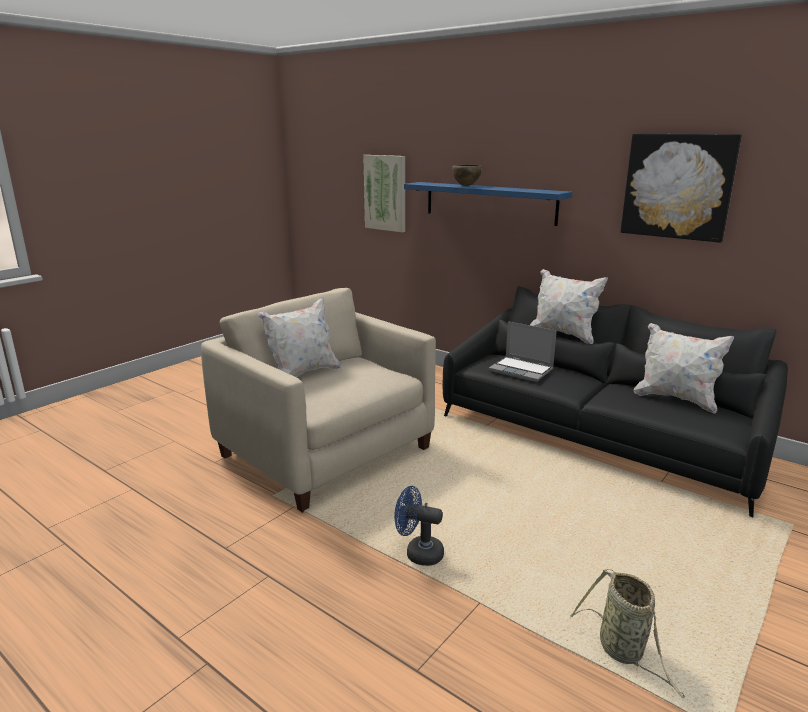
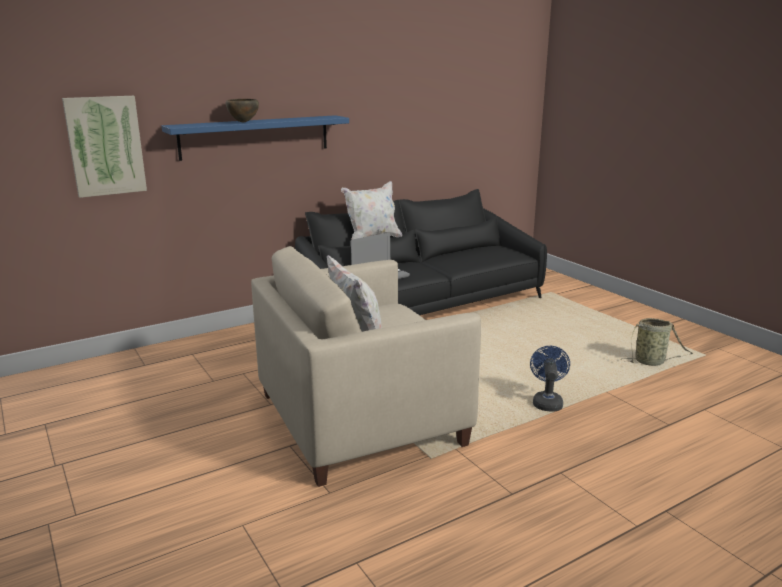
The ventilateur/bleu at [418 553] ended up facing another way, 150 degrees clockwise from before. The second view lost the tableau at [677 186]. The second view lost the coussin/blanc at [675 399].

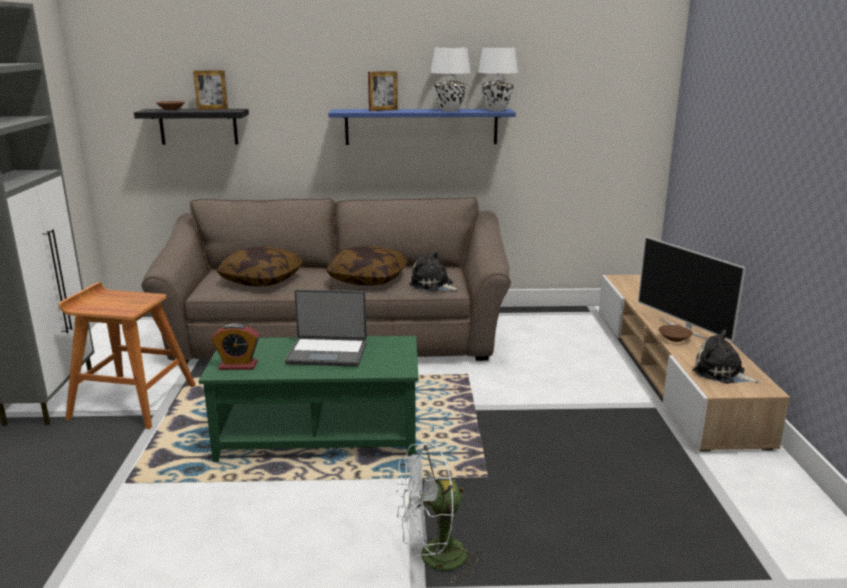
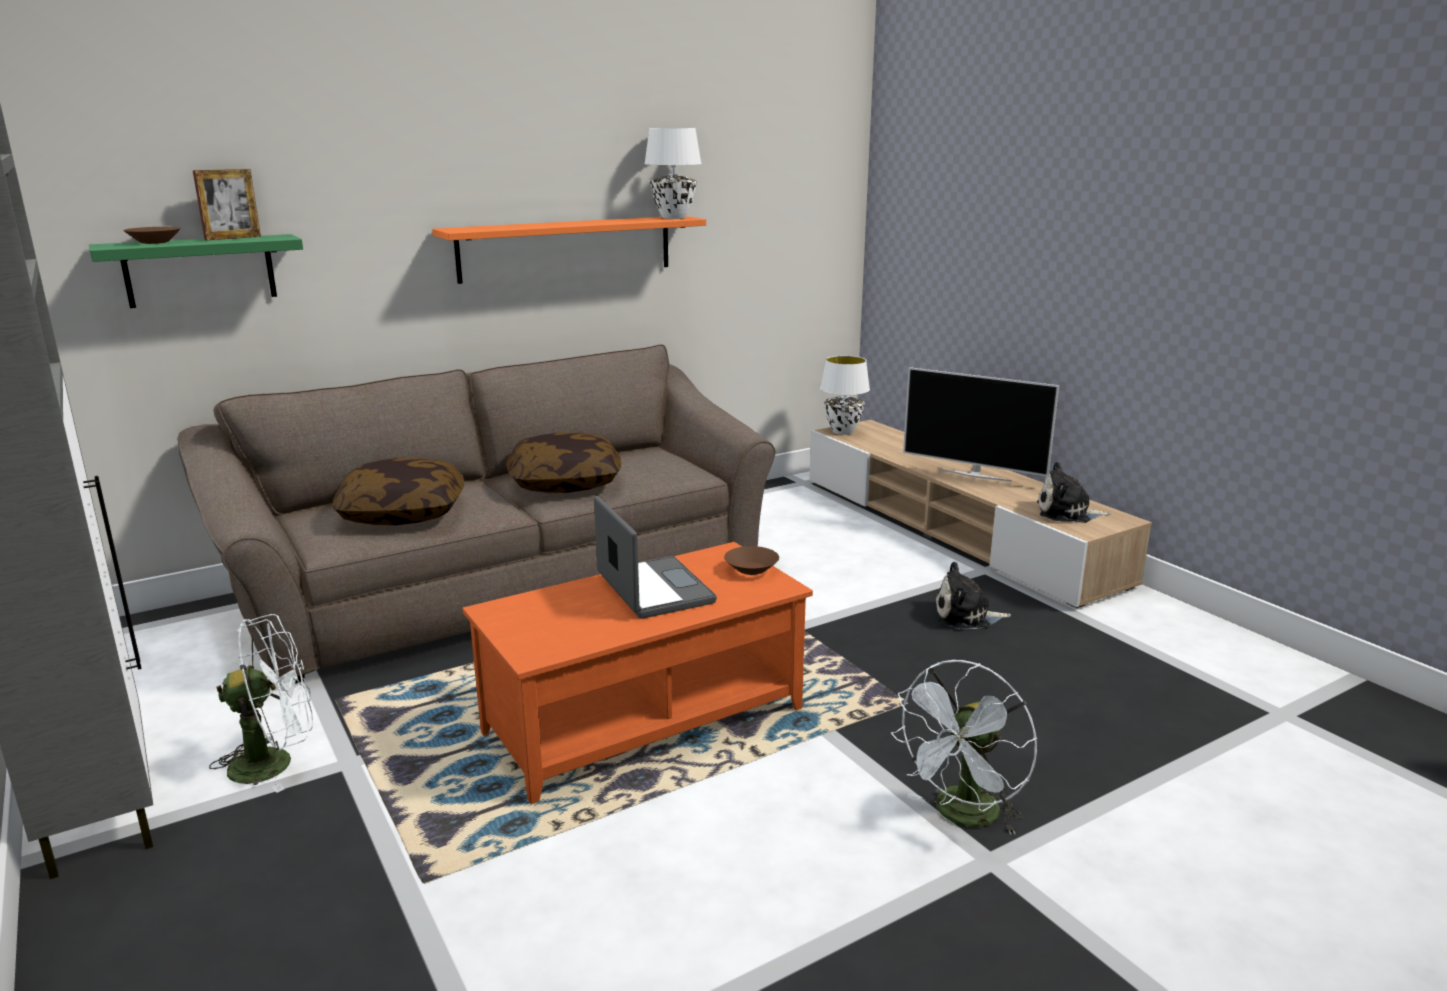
What was the étagère/noir at [198 126] turned into the étagère/vert at [200 270]. Where the tabouret/marron stood at [132 401], the ventilateur/blanc came to stand at [275 762]. What was the étagère/bleu at [421 126] turned into the étagère/orange at [567 248]. What was the table basse/vert at [320 435] turned into the table basse/orange at [644 719]. The ordinateur portable at [327 353] ended up facing another way, 90 degrees counterclockwise from before. The bol/marron ended up elsewhere, having gone from [674 339] to [752 570]. The lampe de table/blanc ended up elsewhere, having gone from [450 110] to [843 432]. The peluche ended up elsewhere, having gone from [433 285] to [966 616]. The second view lost the réveil at [238 365]. The second view lost the cadre photo at [383 110].

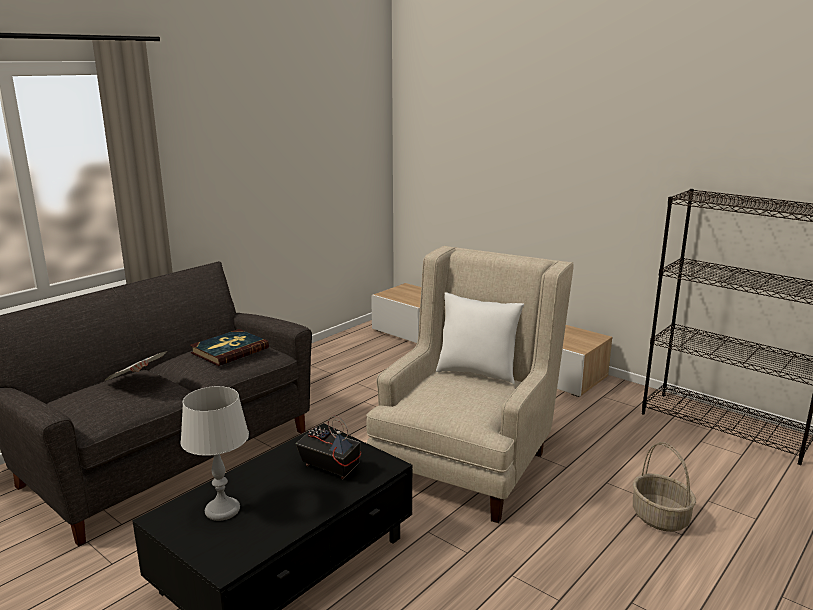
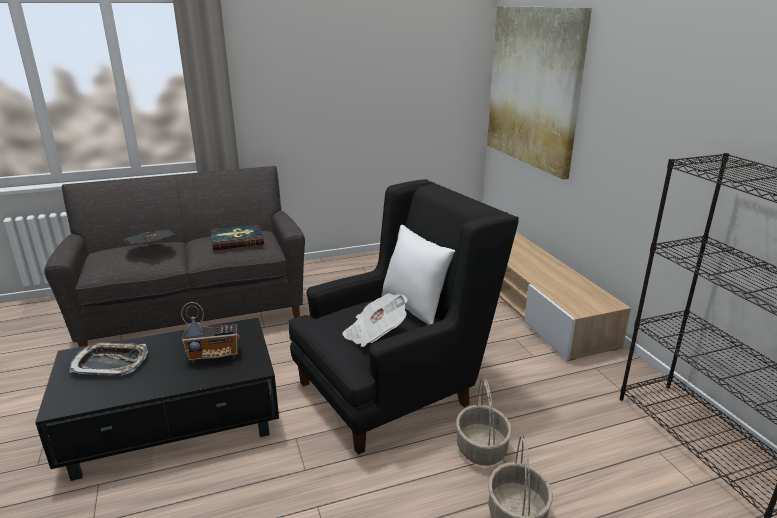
Where the lampe de table/gris stood at [222 510], the plateau came to stand at [111 363]. The radio at [330 468] ended up facing another way, 105 degrees clockwise from before. What was the fauteuil/beige at [468 461] turned into the fauteuil/noir at [395 388]. The second view gained the journal at [375 334]. The second view gained the panier at [482 449]. The second view gained the tableau at [533 87].

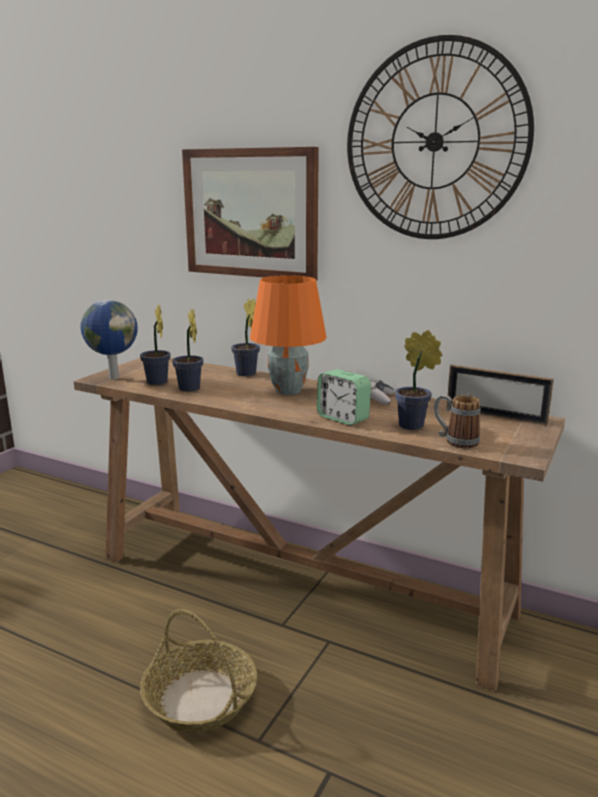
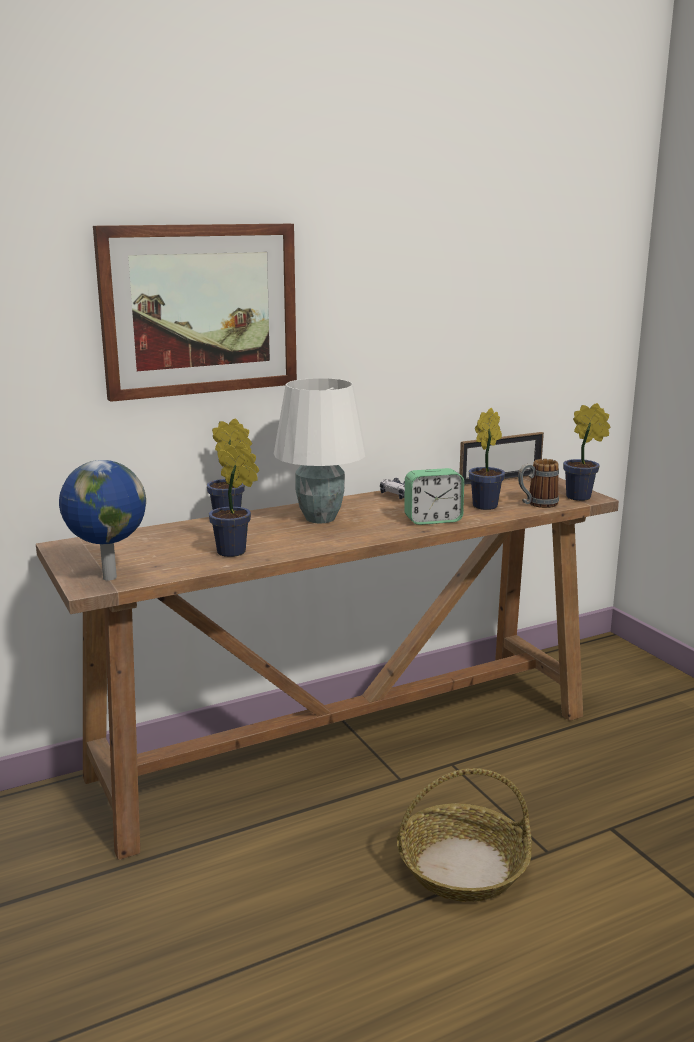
What was the lampe de table/orange at [288 391] turned into the lampe de table/blanc at [321 519]. The plante en pot ended up elsewhere, having gone from [157 383] to [582 497]. The second view lost the horloge murale at [434 142].

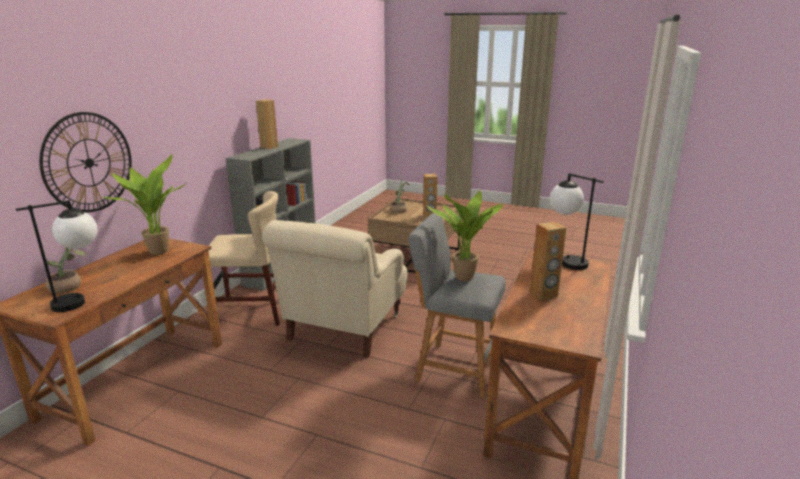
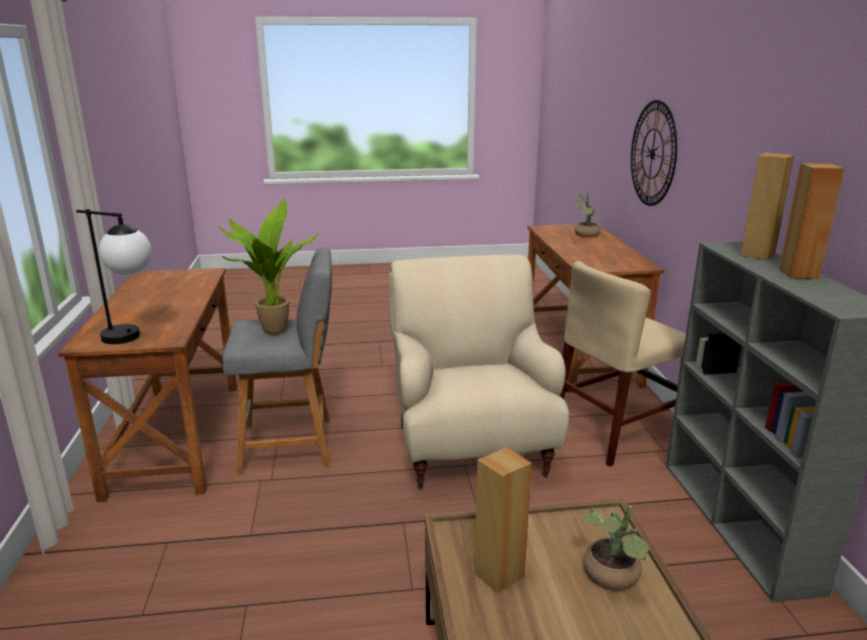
The enceinte/marron ended up elsewhere, having gone from [544 294] to [757 255]. The second view lost the lampe de table at [82 301]. The second view lost the plante en pot at [157 251].

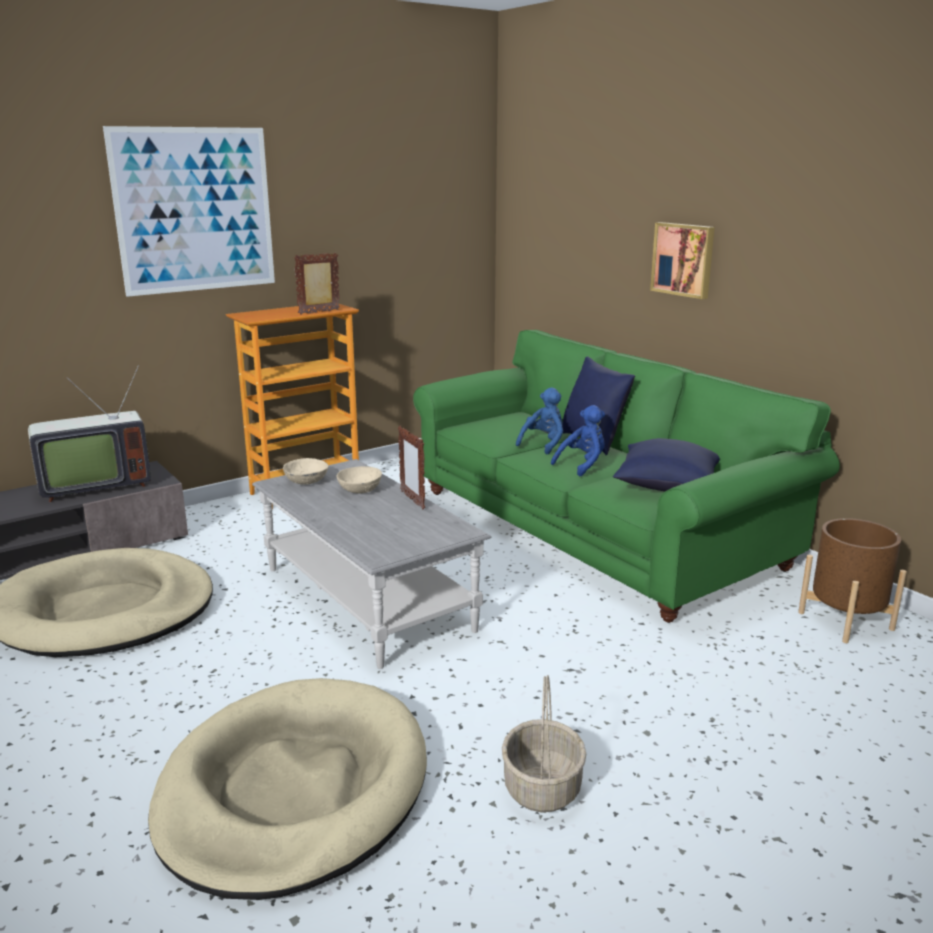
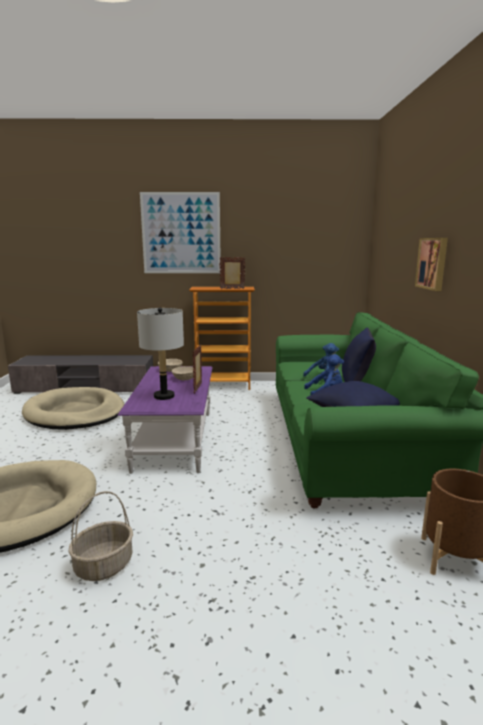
What was the table basse/gris at [367 598] turned into the table basse/violet at [174 440]. The second view gained the lampe de table/gris at [164 396]. The second view lost the téléviseur at [93 486].

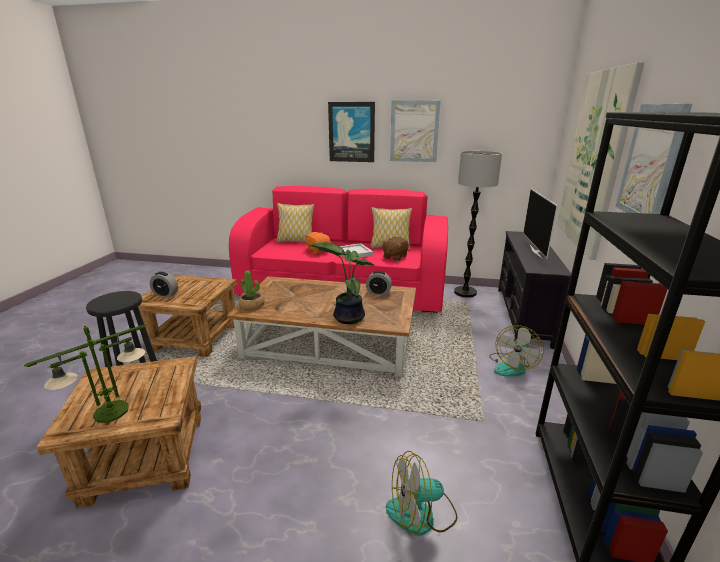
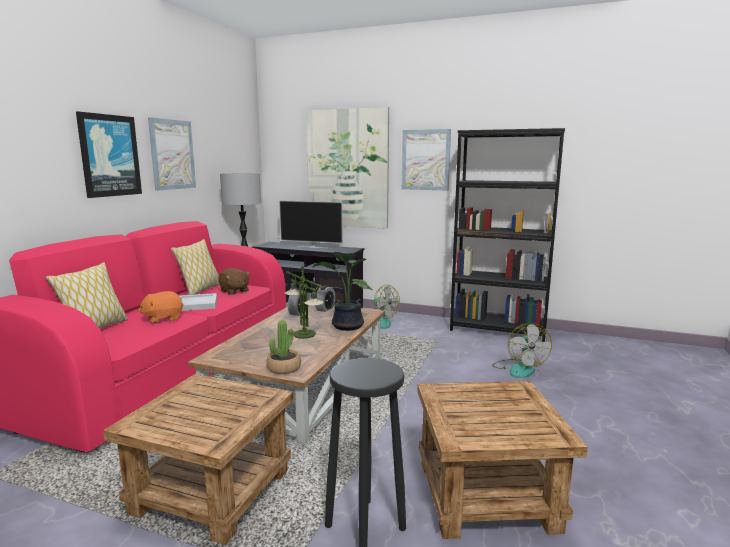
The lampe de table ended up elsewhere, having gone from [112 411] to [304 334]. The réveil ended up elsewhere, having gone from [165 294] to [325 309].

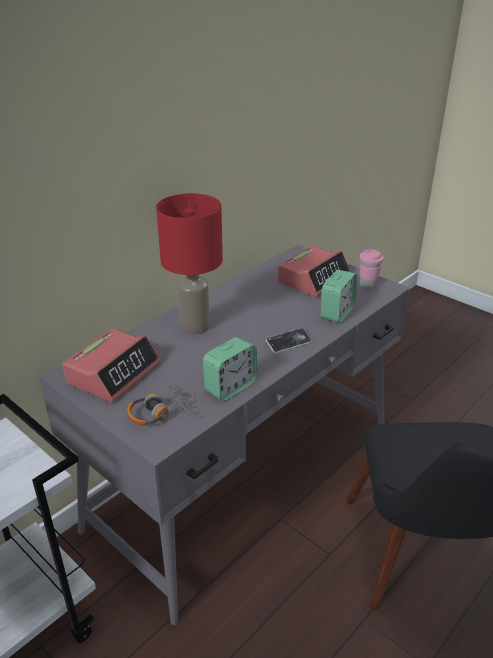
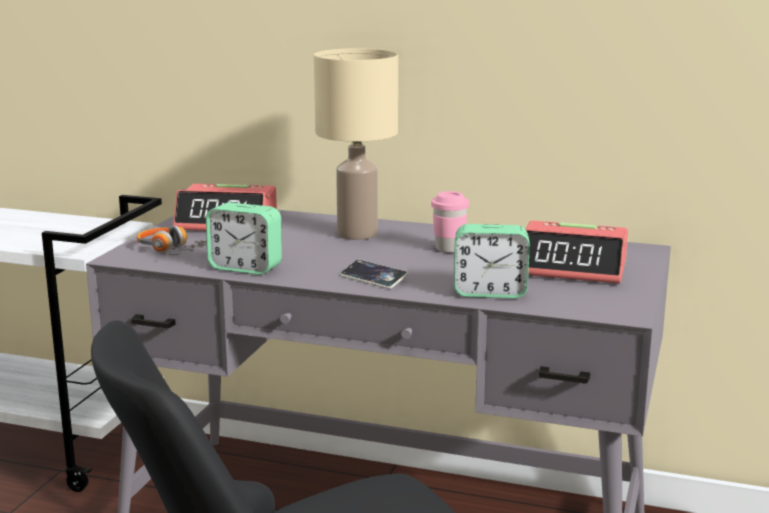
What was the lampe de table/rouge at [196 326] turned into the lampe de table/beige at [358 234]. The tasse/rose ended up elsewhere, having gone from [368 284] to [449 249].

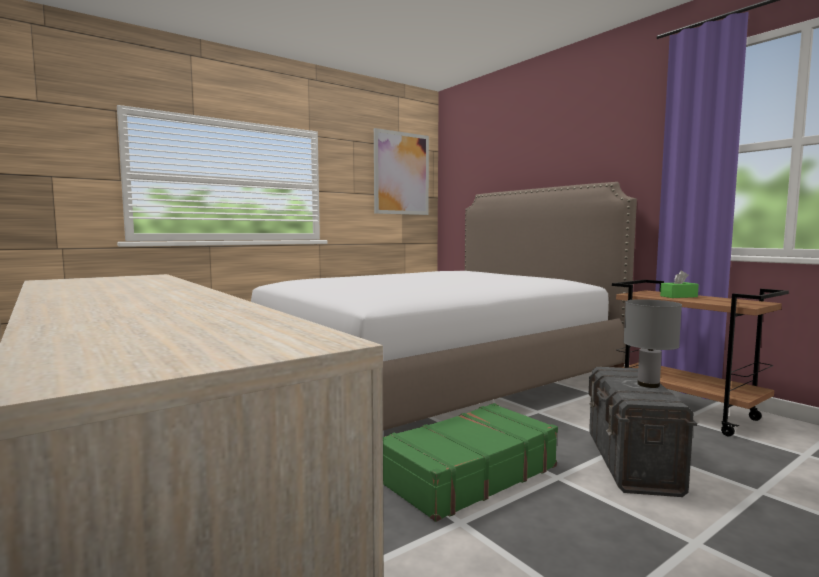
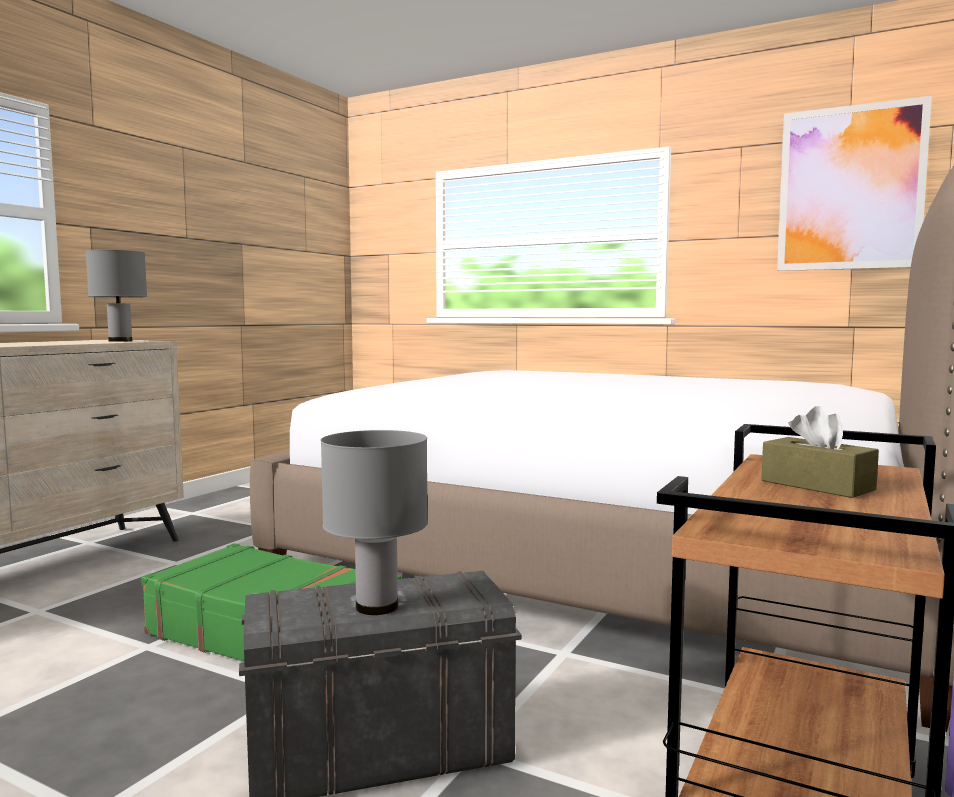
The second view gained the lampe de table/gris at [121 341]. What was the boîte à mouchoirs/vert at [678 296] turned into the boîte à mouchoirs/marron at [817 485].

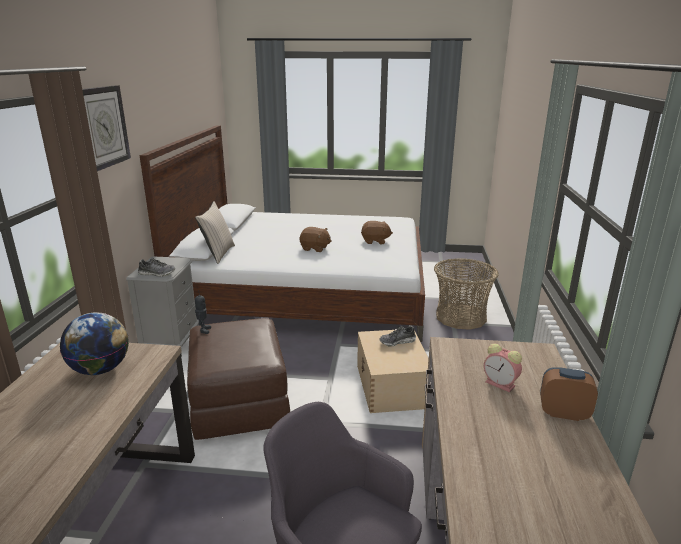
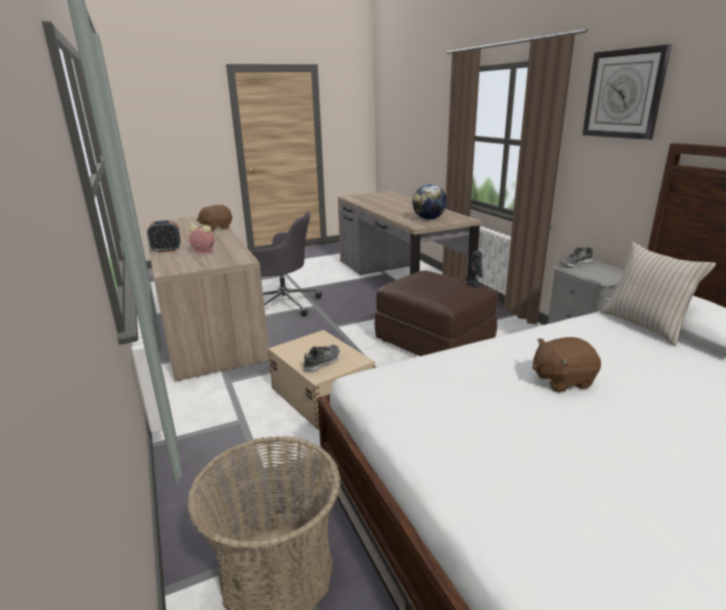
The peluche/marron ended up elsewhere, having gone from [375 241] to [217 228].

